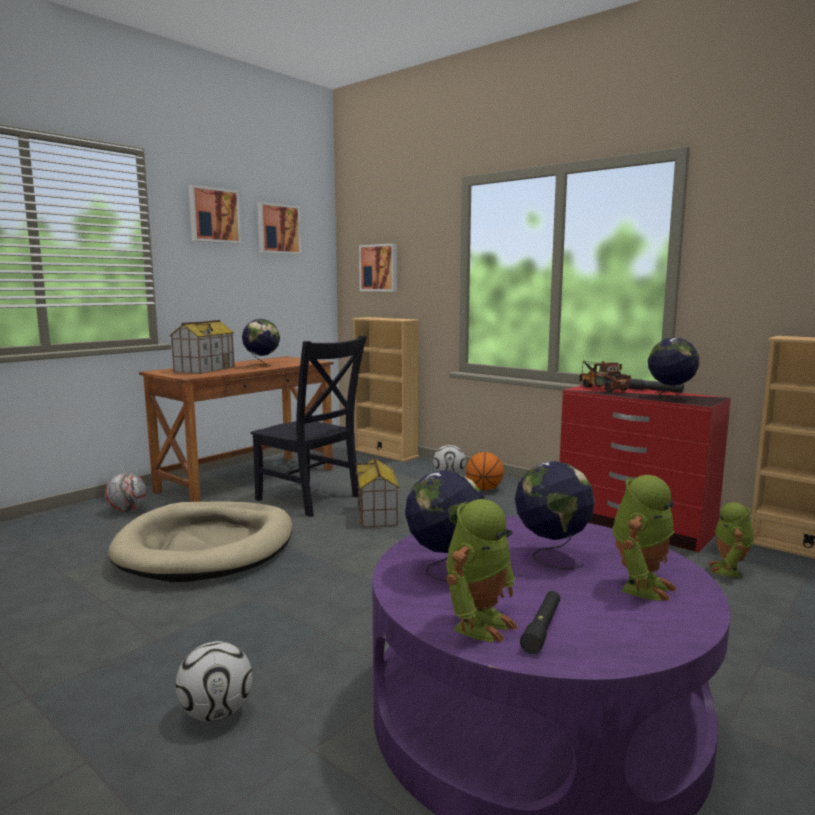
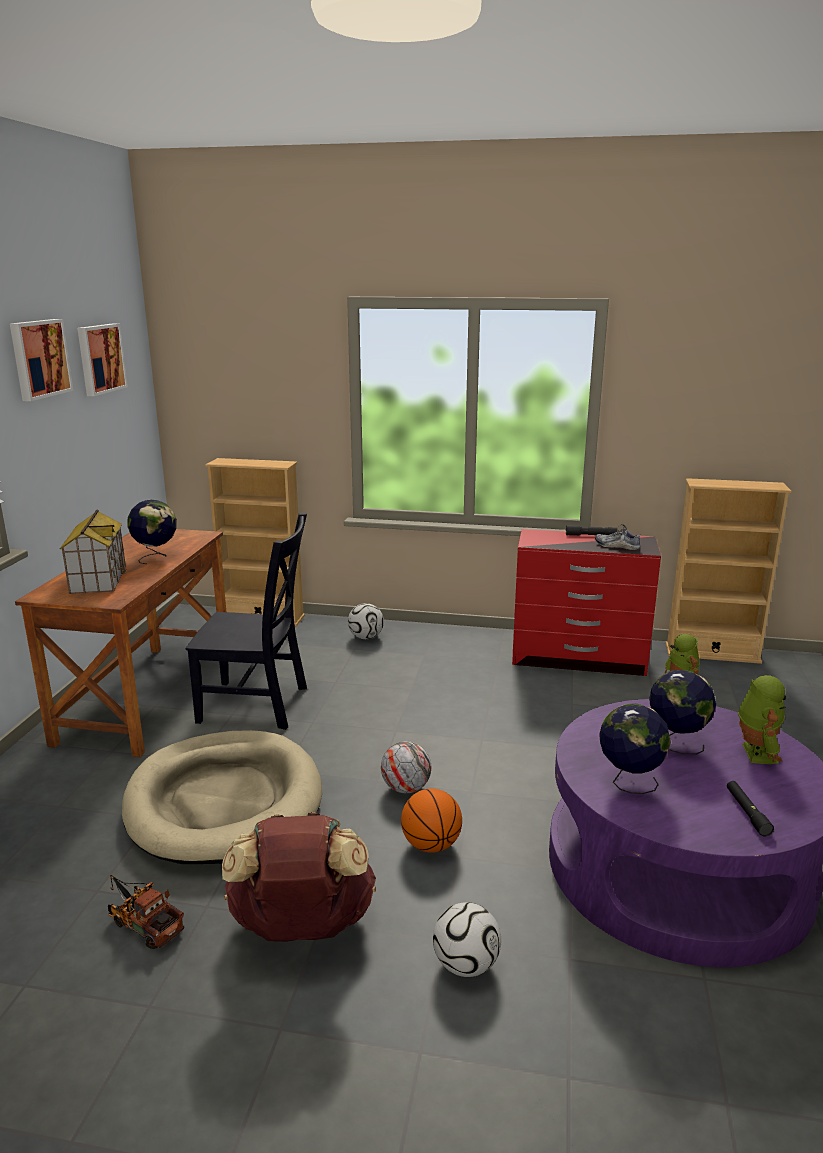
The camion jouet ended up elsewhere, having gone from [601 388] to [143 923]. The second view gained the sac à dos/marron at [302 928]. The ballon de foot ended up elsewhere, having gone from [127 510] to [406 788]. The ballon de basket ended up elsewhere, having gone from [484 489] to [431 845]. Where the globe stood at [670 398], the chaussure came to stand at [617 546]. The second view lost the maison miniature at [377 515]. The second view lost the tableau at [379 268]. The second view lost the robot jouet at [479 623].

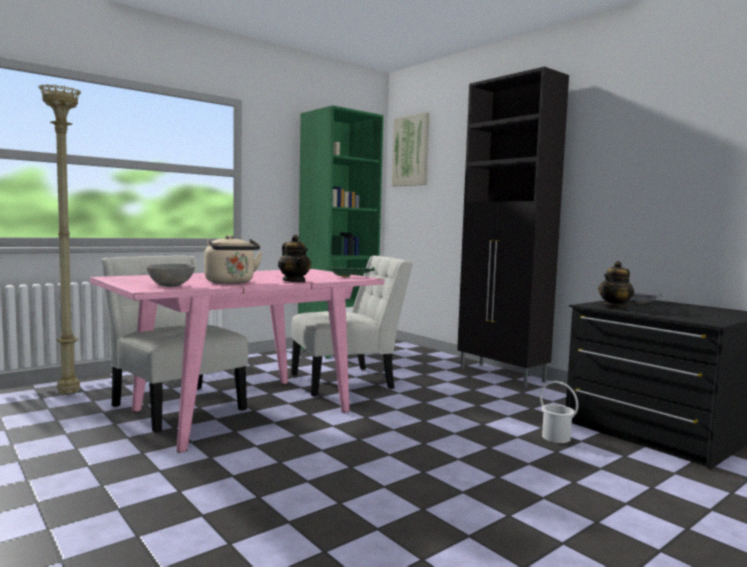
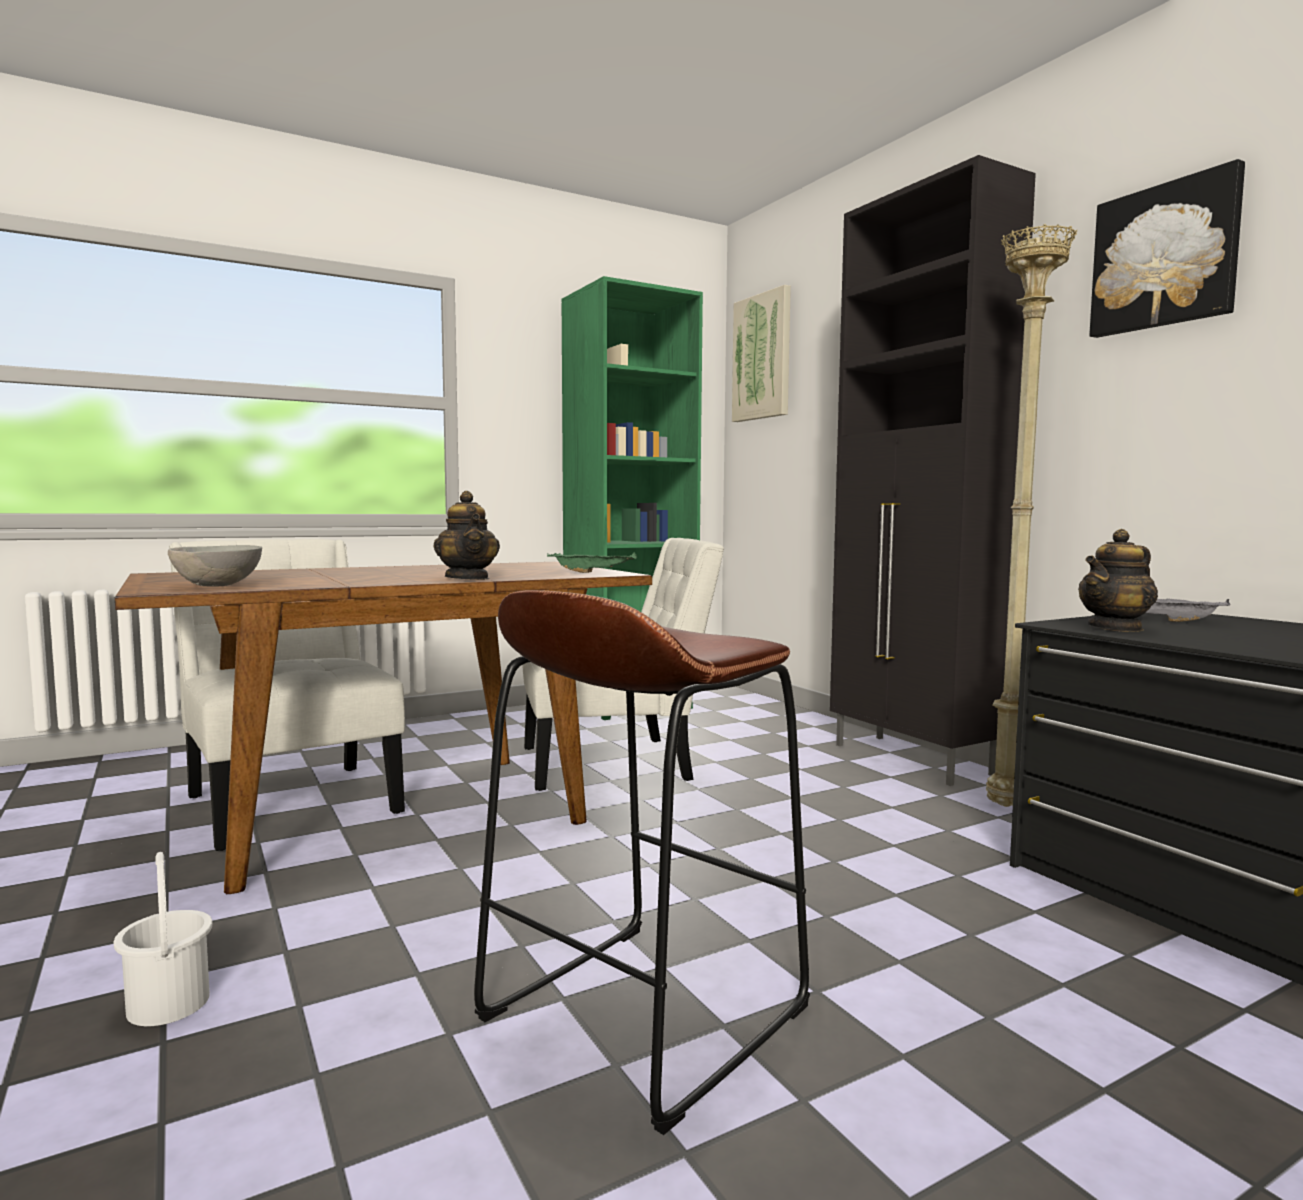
The seau/blanc ended up elsewhere, having gone from [556 437] to [170 1003]. What was the table à manger/rose at [244 410] turned into the table à manger/marron at [399 813]. The second view gained the tabouret/marron at [643 1013]. The lampadaire/beige ended up elsewhere, having gone from [70 394] to [1008 806]. The second view gained the tableau at [1165 256]. The second view lost the bouilloire/beige at [231 282].

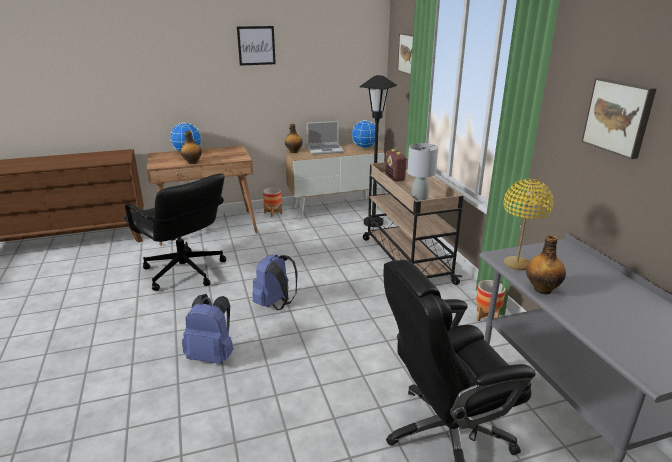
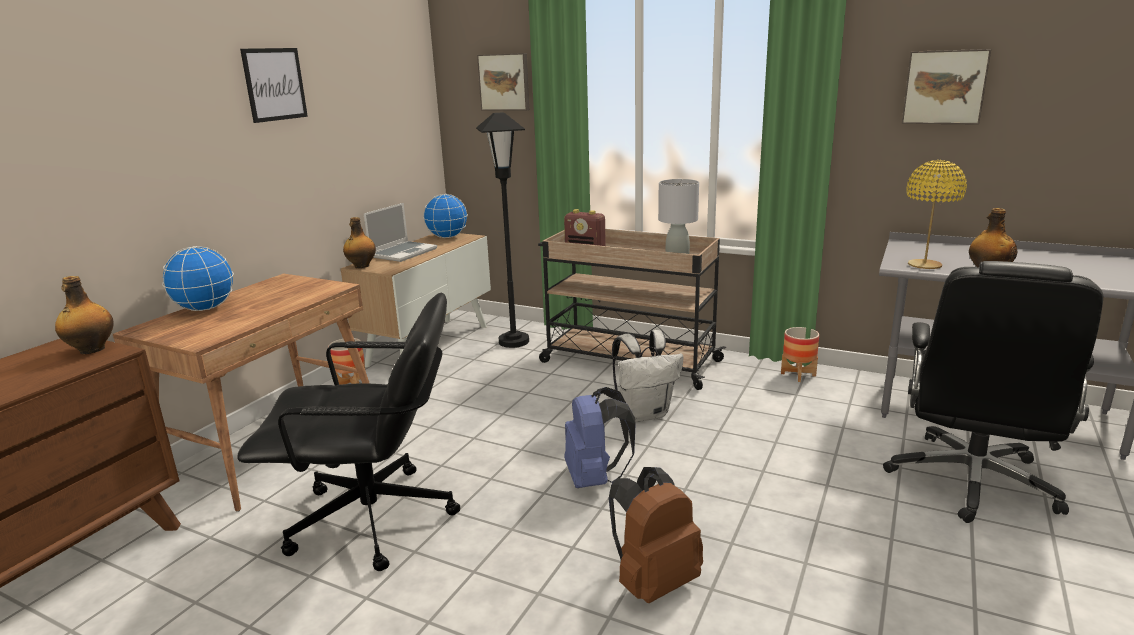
The bouteille ended up elsewhere, having gone from [192 162] to [91 350]. What was the sac à dos/bleu at [212 355] turned into the sac à dos/marron at [653 581]. The second view gained the sac à dos/blanc at [644 413].

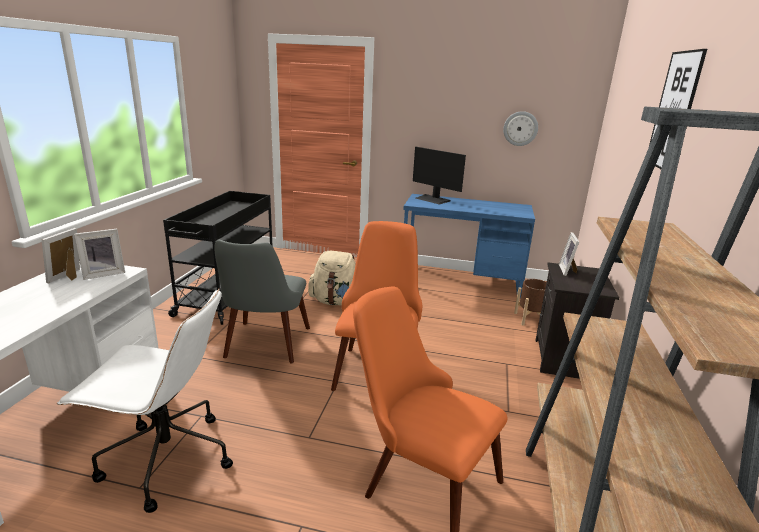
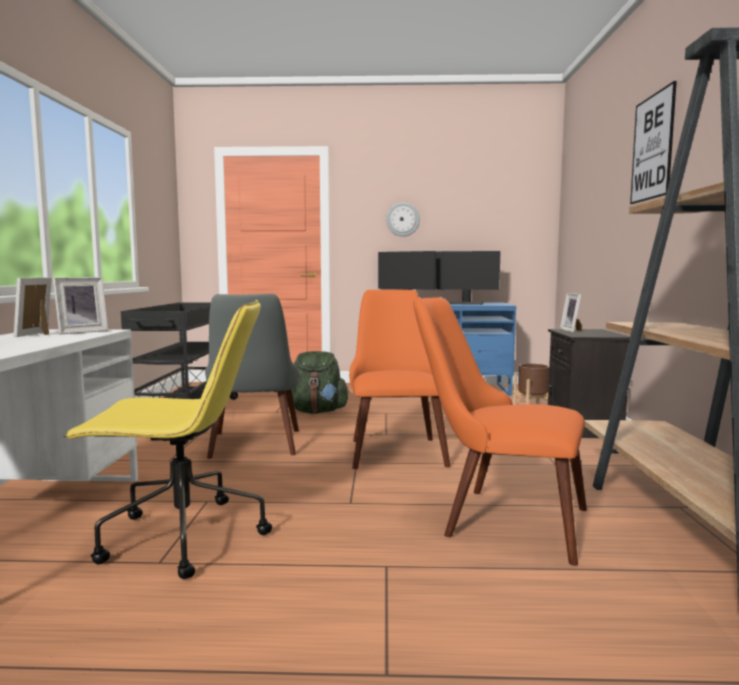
What was the chaise de bureau/blanc at [165 459] turned into the chaise de bureau/jaune at [181 537]. What was the sac à dos/beige at [336 302] turned into the sac à dos/vert at [317 411]. The horloge murale ended up elsewhere, having gone from [520 128] to [403 219]. The second view gained the écran d'ordinateur at [466 303].

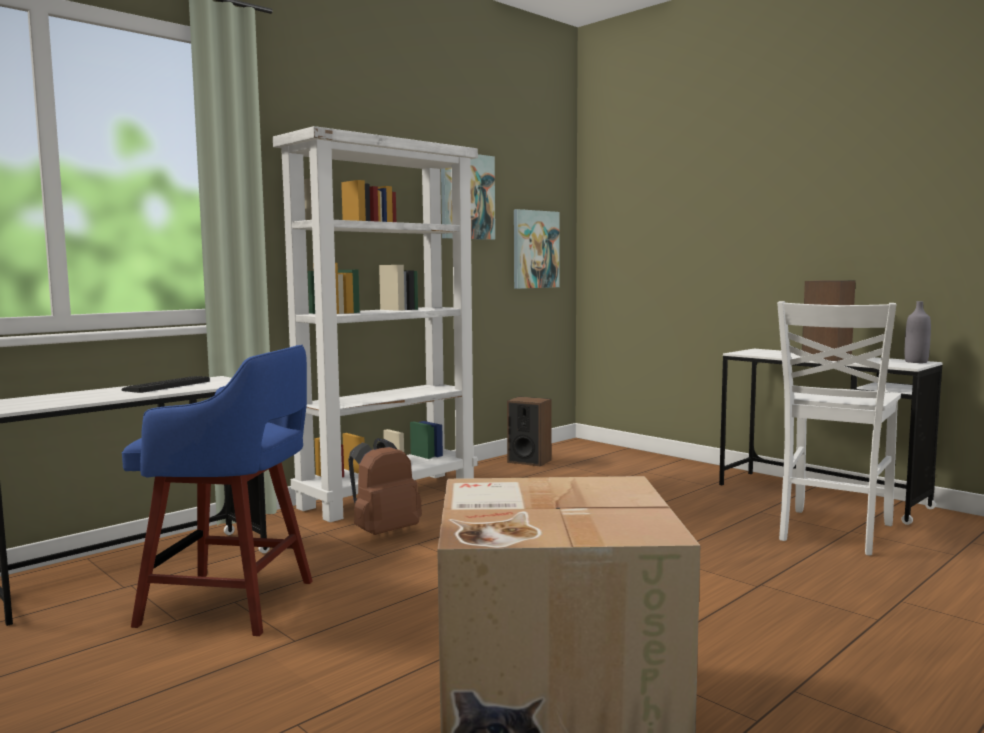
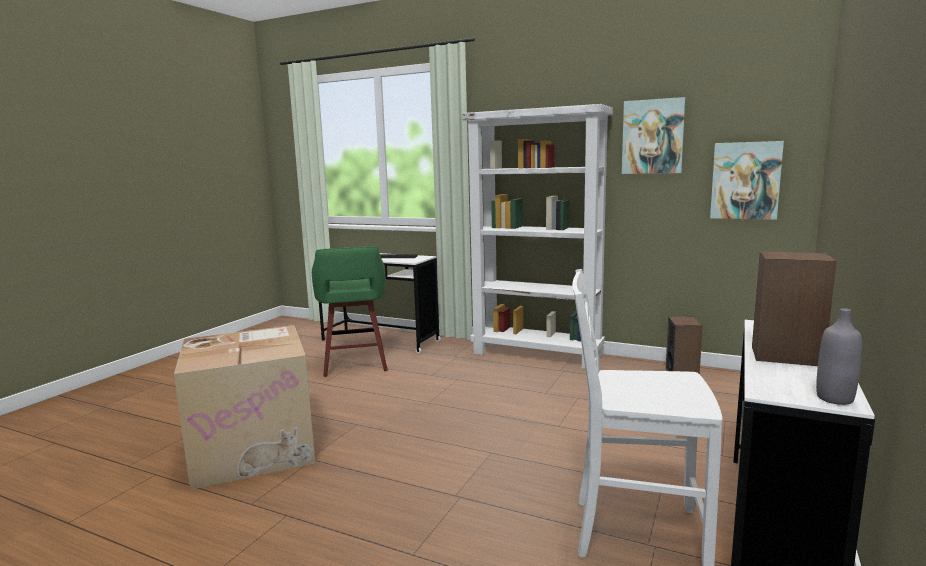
What was the tabouret/bleu at [233 603] turned into the tabouret/vert at [355 364]. The second view lost the sac à dos/marron at [383 532].

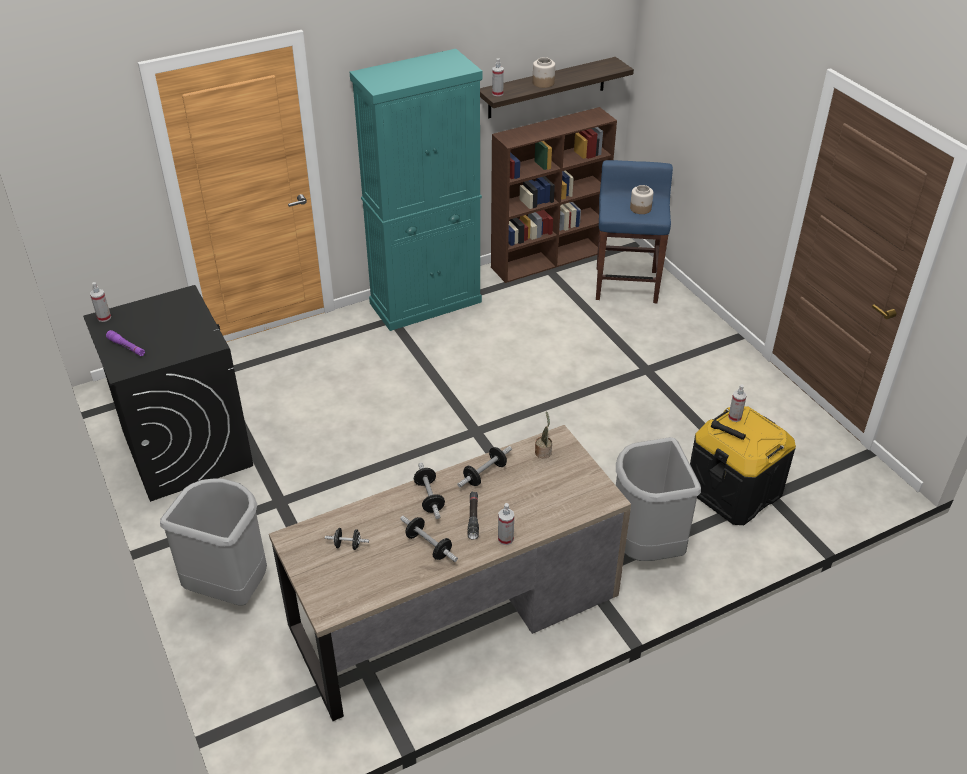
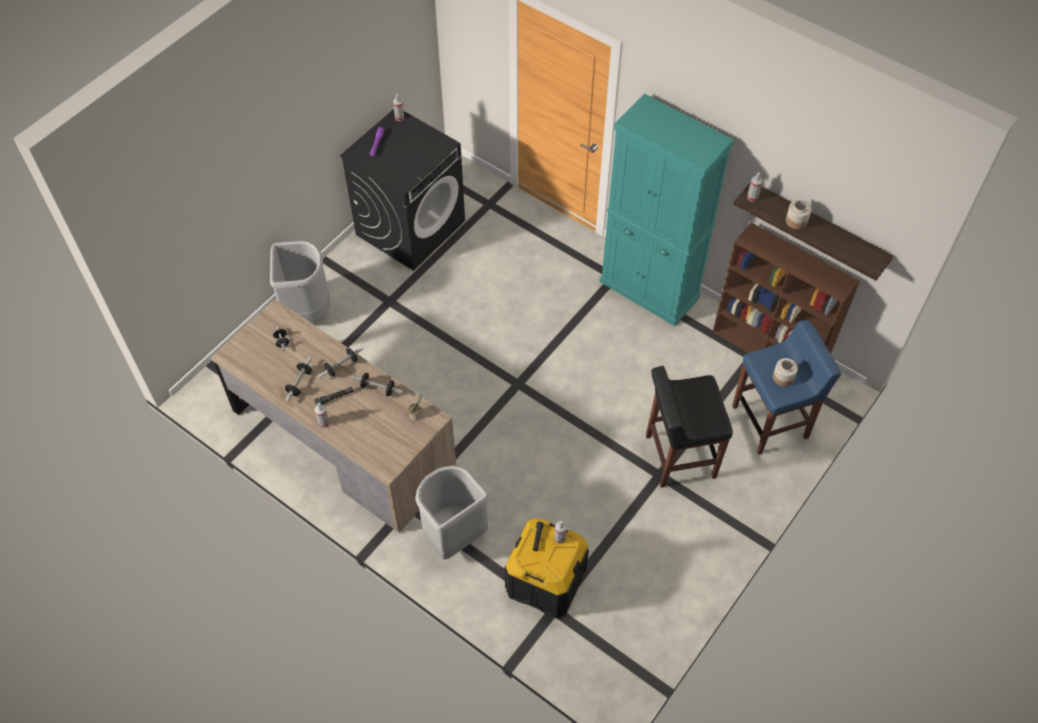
The second view gained the tabouret/noir at [679 456].

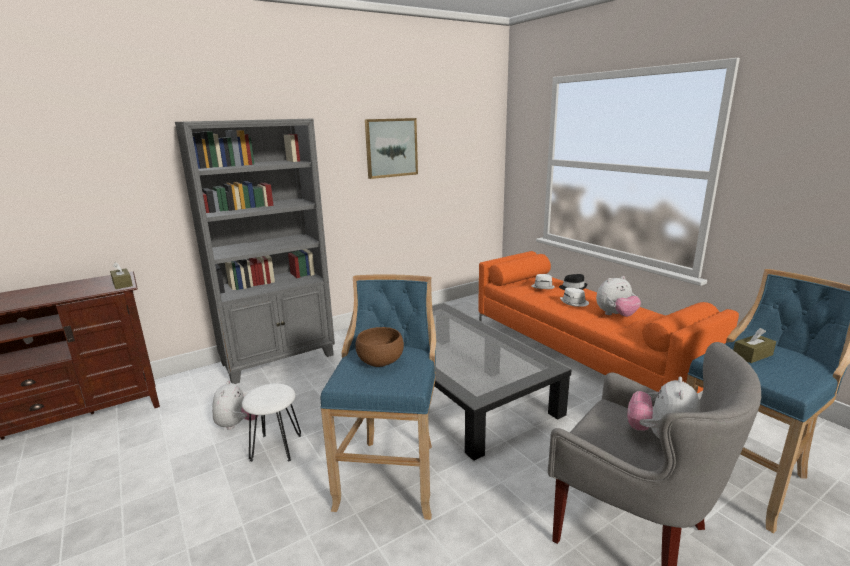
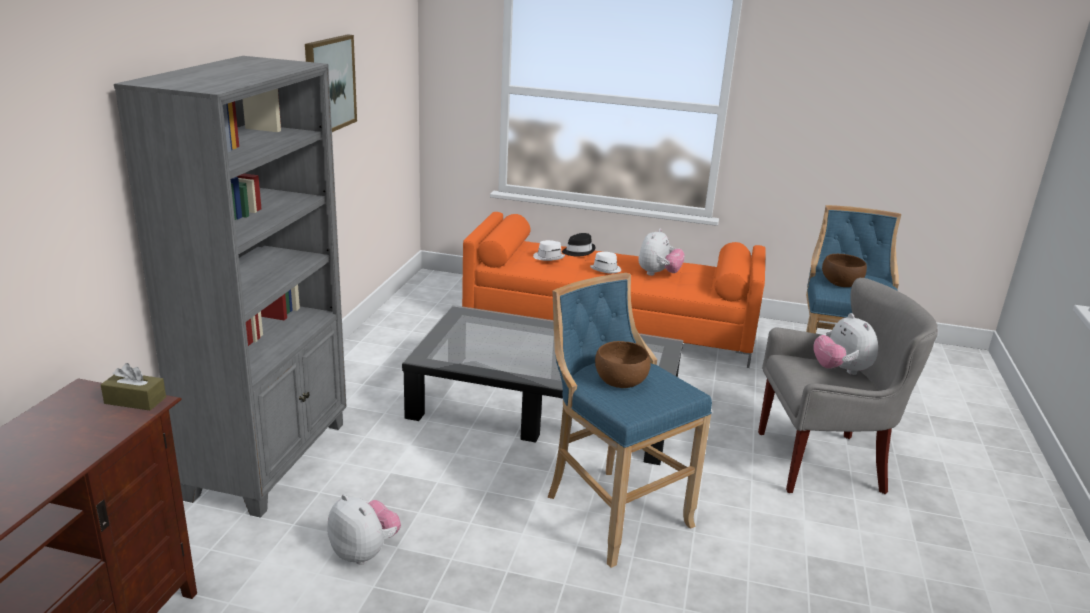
Where the boîte à mouchoirs/marron stood at [752 355], the bol/marron came to stand at [840 283]. The second view lost the tabouret/blanc at [275 447].

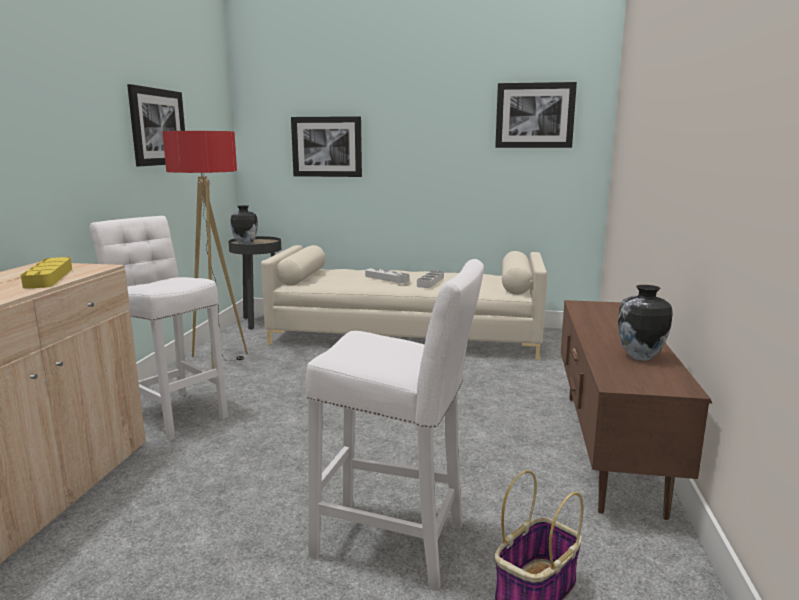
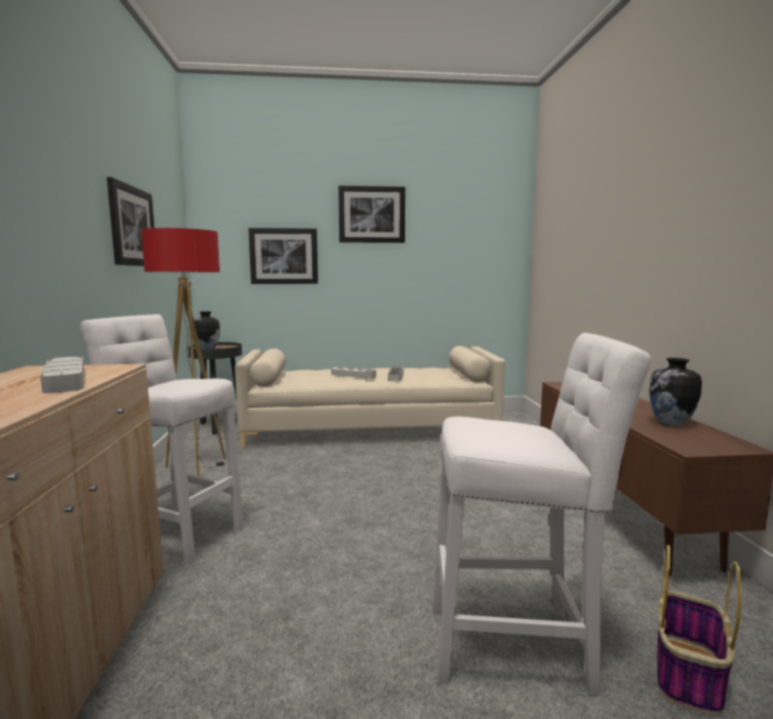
What was the plateau/jaune at [49 277] turned into the plateau/gris at [65 380]. The tableau ended up elsewhere, having gone from [534 115] to [371 214].

